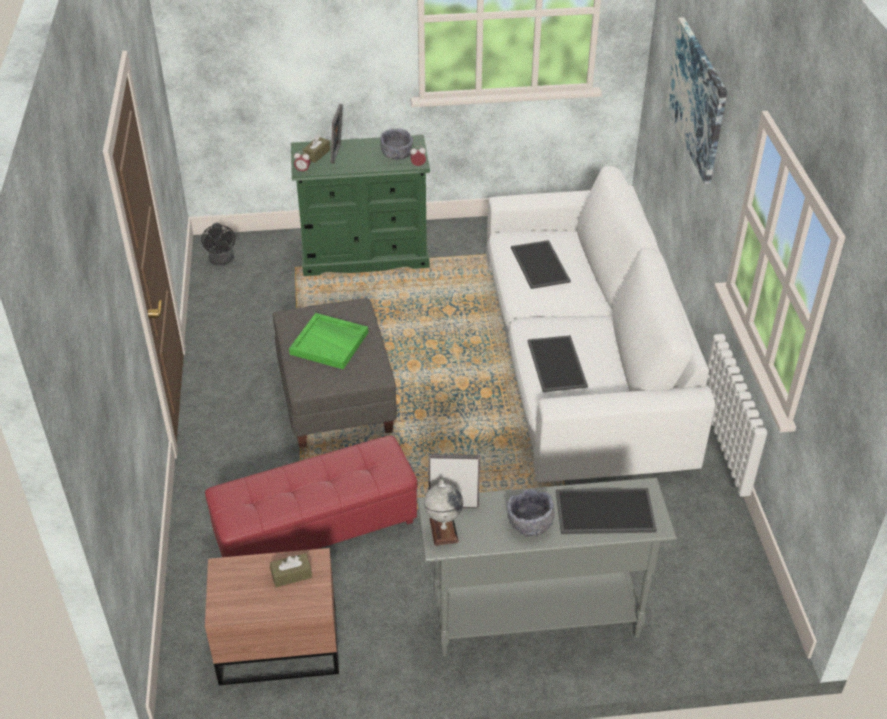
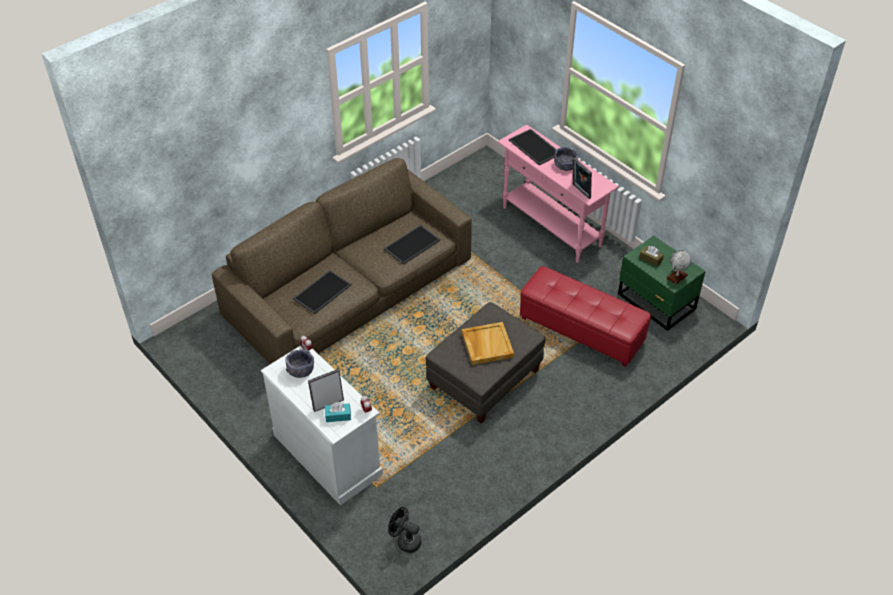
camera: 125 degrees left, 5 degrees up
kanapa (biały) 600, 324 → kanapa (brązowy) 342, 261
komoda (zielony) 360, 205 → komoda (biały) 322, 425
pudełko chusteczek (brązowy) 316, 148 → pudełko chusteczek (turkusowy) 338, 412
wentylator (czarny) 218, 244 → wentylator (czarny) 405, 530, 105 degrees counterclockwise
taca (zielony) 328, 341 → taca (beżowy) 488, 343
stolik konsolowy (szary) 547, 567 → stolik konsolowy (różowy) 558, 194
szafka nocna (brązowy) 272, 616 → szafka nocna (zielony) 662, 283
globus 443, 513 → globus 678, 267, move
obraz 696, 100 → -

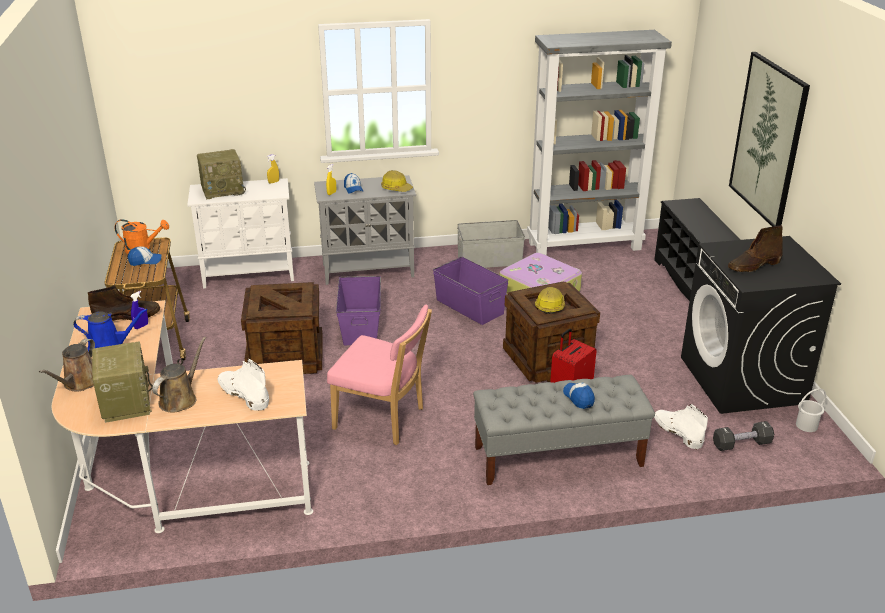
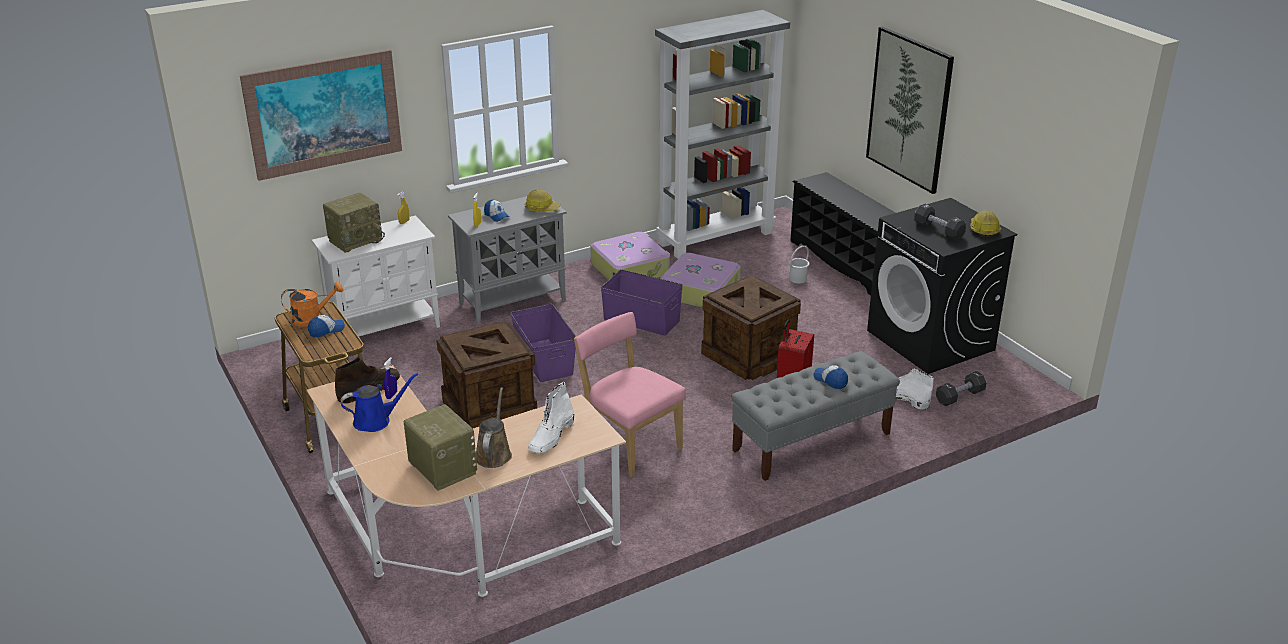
camera: 20 degrees left, 0 degrees up
- → obraz 321, 115
but z cholewką (biały) 243, 385 → but z cholewką (biały) 551, 417, 90 degrees counterclockwise
krzesło (różowy) 379, 374 → krzesło (różowy) 630, 394, 135 degrees counterclockwise
pojemnik do przechowywania (szary) 491, 244 → walizka 630, 256
wiadro (biały) 811, 410 → wiadro (biały) 799, 264, move
but z cholewką (brązowy) 755, 249 → hantel (czarny) 940, 222
kask 550, 300 → kask 985, 224, move
konewka (brązowy) 67, 364 → -

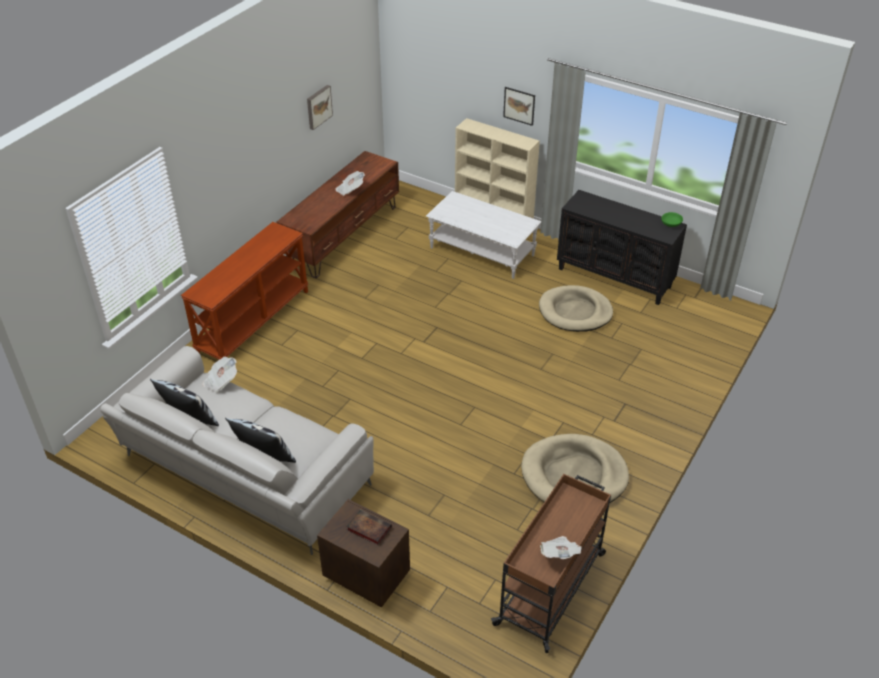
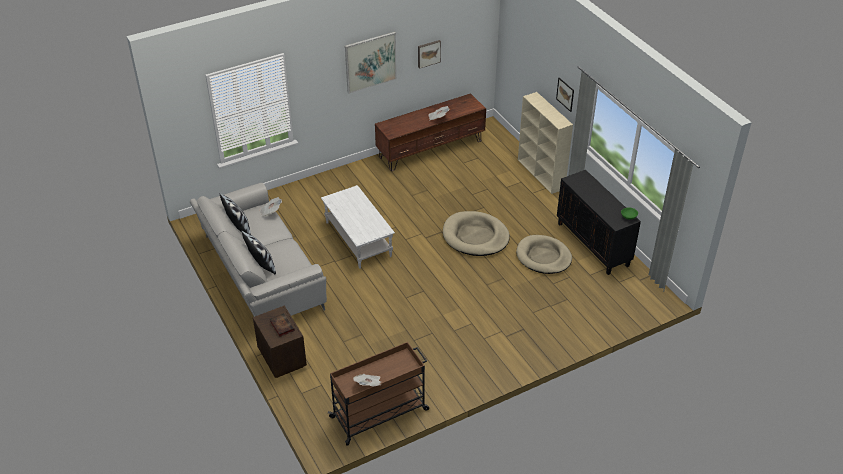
camera: 30 degrees right, 0 degrees up
ława (biały) 483, 235 → ława (biały) 358, 227, move
- → obraz 371, 63
legowisko (beżowy) 575, 468 → legowisko (beżowy) 476, 233, move
stolik konsolowy (brązowy) 244, 291 → -

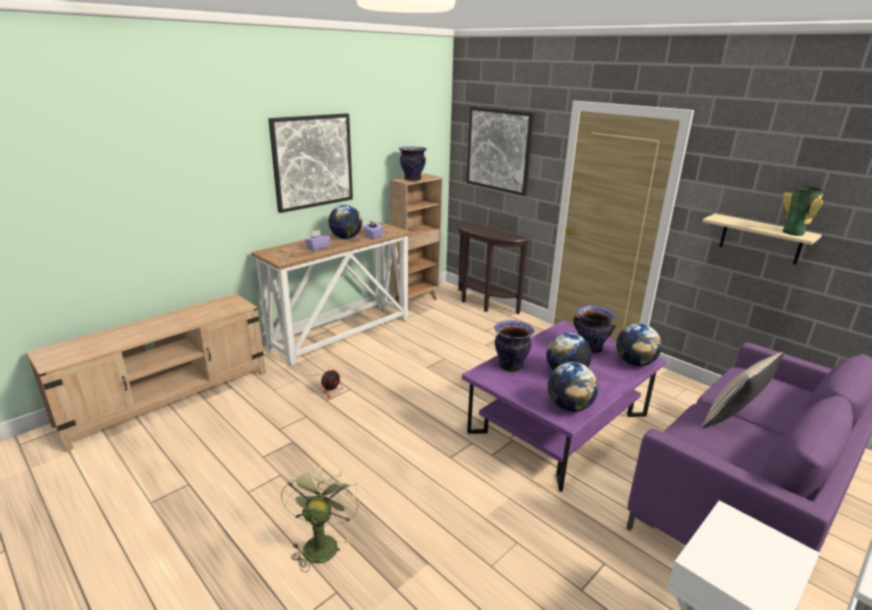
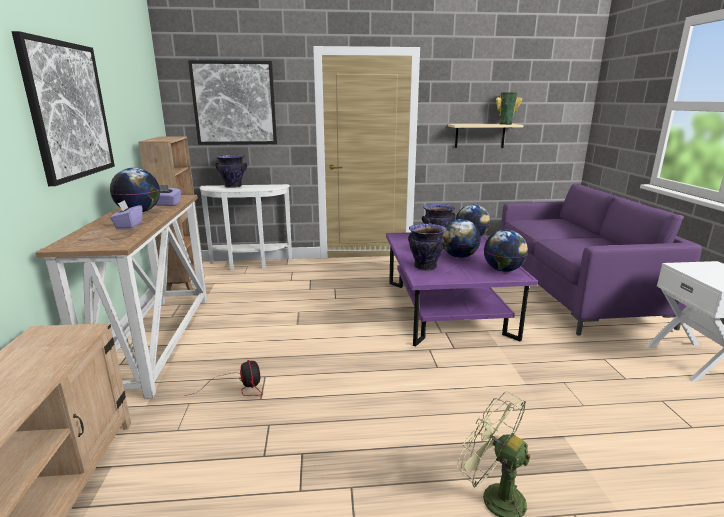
camera: 50 degrees left, 5 degrees down
stolik konsolowy (brązowy) 492, 267 → stolik konsolowy (biały) 246, 227
wazon 413, 164 → wazon 231, 171, move
poduszka (beżowy) 742, 390 → -

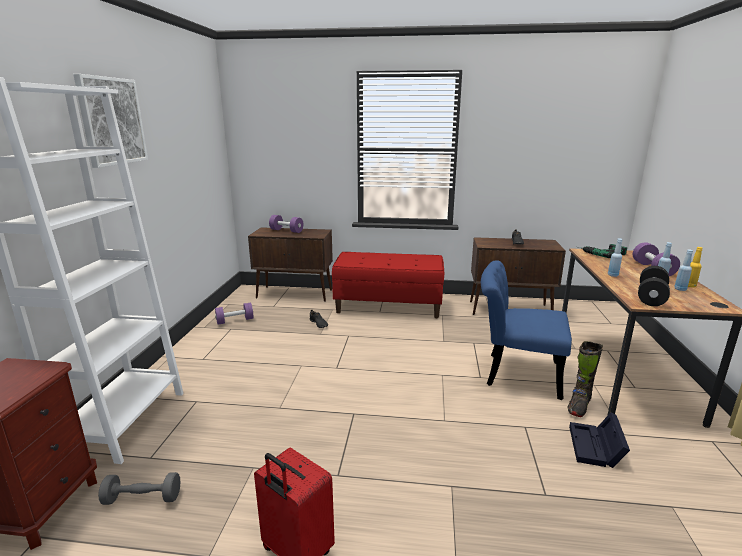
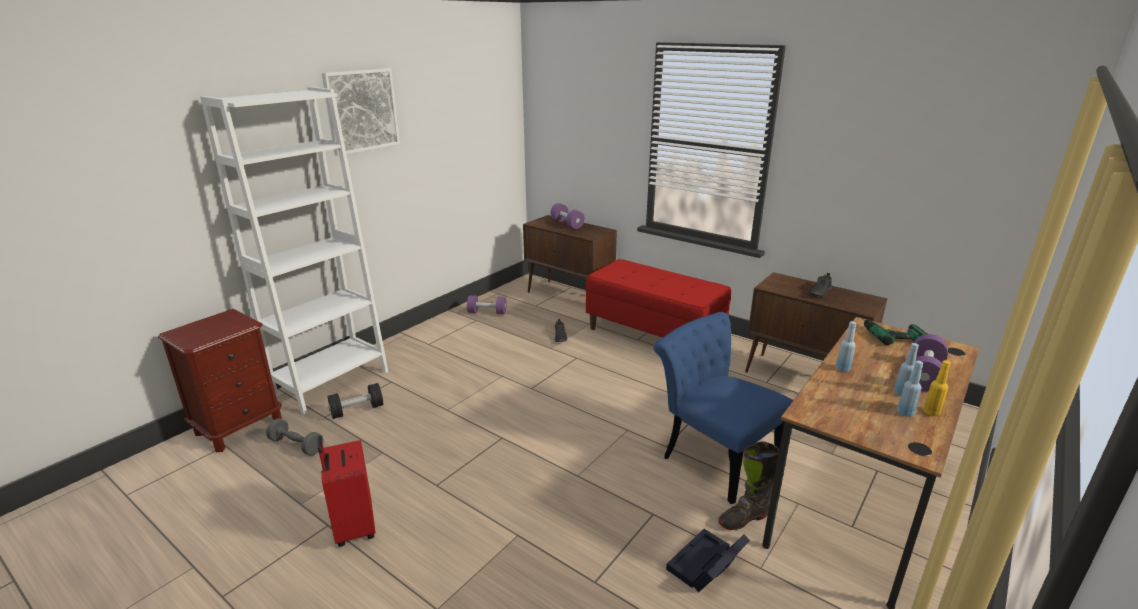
camera: 30 degrees right, 5 degrees up
hantel (czarny) 654, 286 → hantel (czarny) 355, 401, move

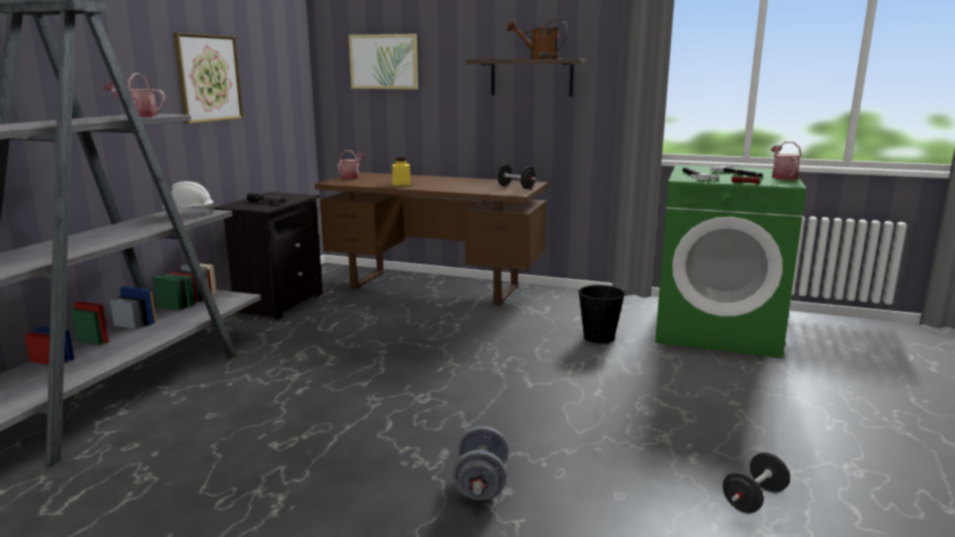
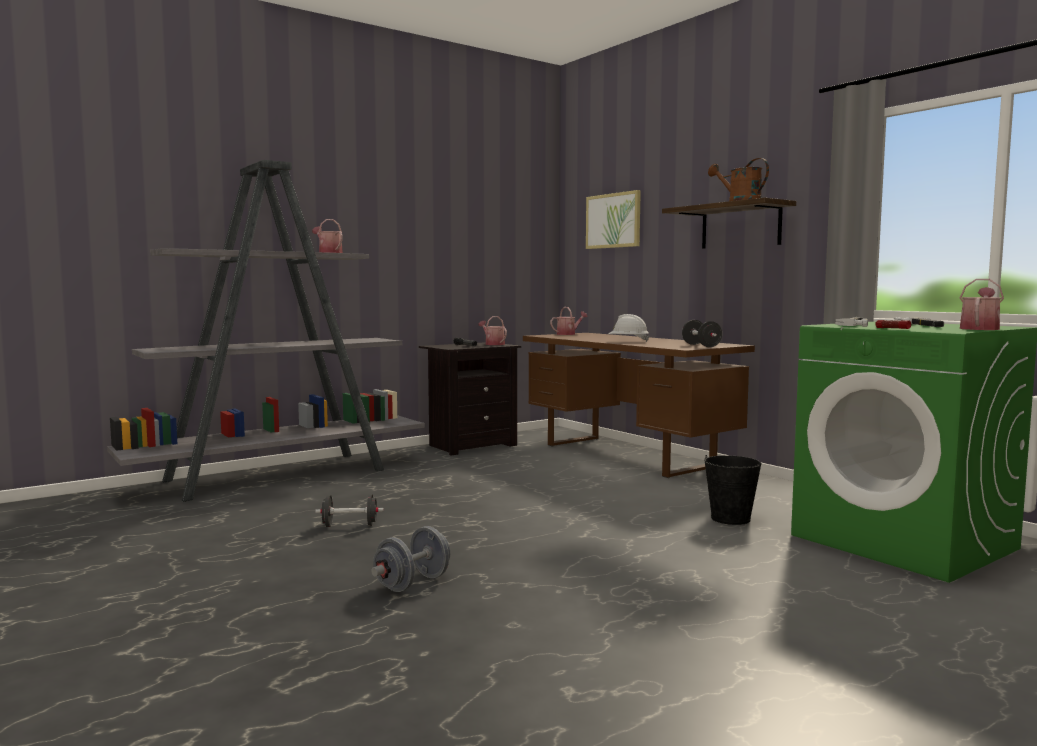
camera: 35 degrees right, 10 degrees down
hantel (czarny) 756, 482 → hantel (czarny) 349, 510, move
- → konewka 493, 330
kask (biały) 188, 196 → kask (biały) 629, 328, move
obraz 208, 78 → -
słoik (żółty) 401, 171 → -

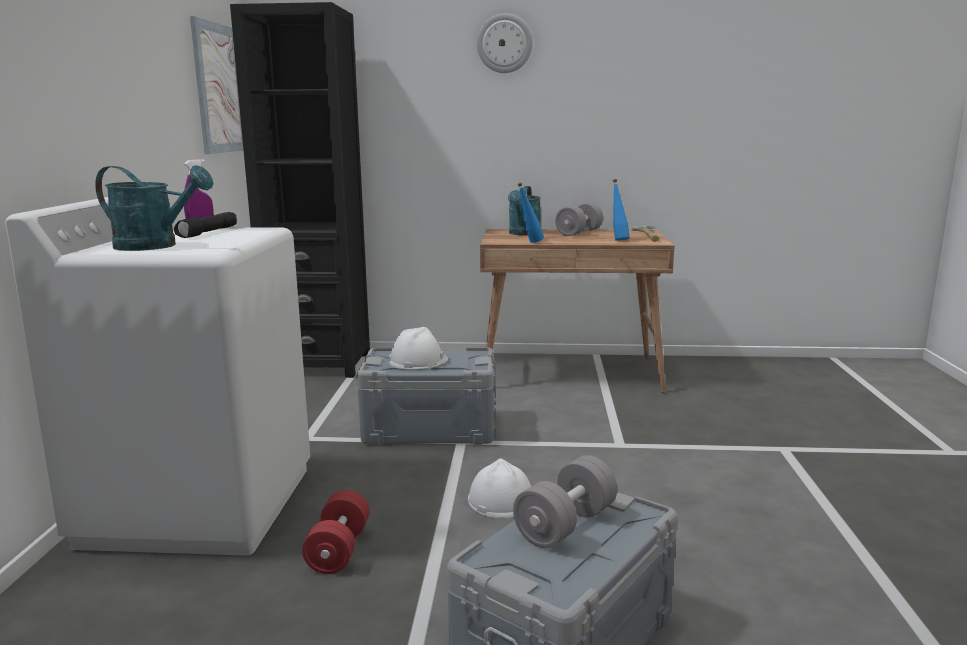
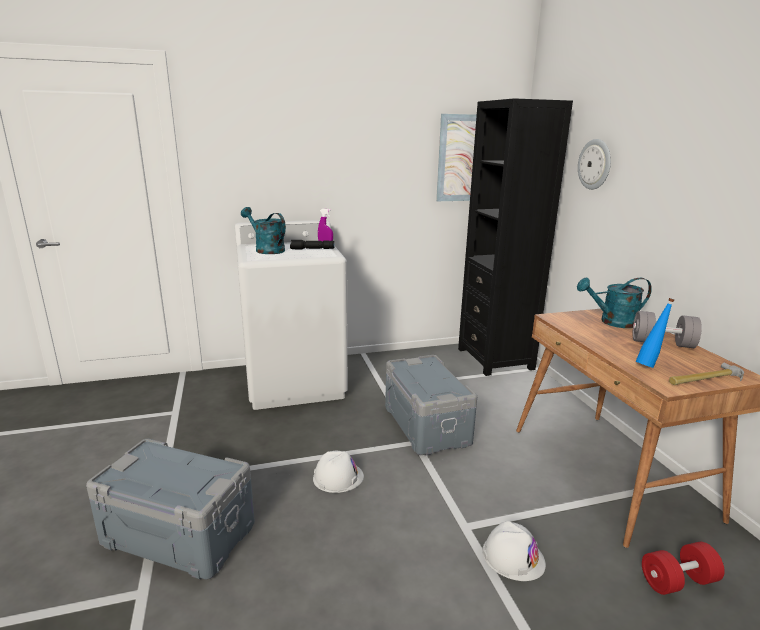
camera: 70 degrees right, 5 degrees up
konewka (turkusowy) 154, 208 → konewka (turkusowy) 263, 230, 135 degrees clockwise
kask (biały) 418, 348 → kask (biały) 514, 551, move
zegar ścienny 505, 43 → zegar ścienny 594, 164, move
hantel (czerwony) 335, 532 → hantel (czerwony) 683, 568, move
hantel (szary) 565, 501 → -
butelka (niebieski) 531, 213 → -

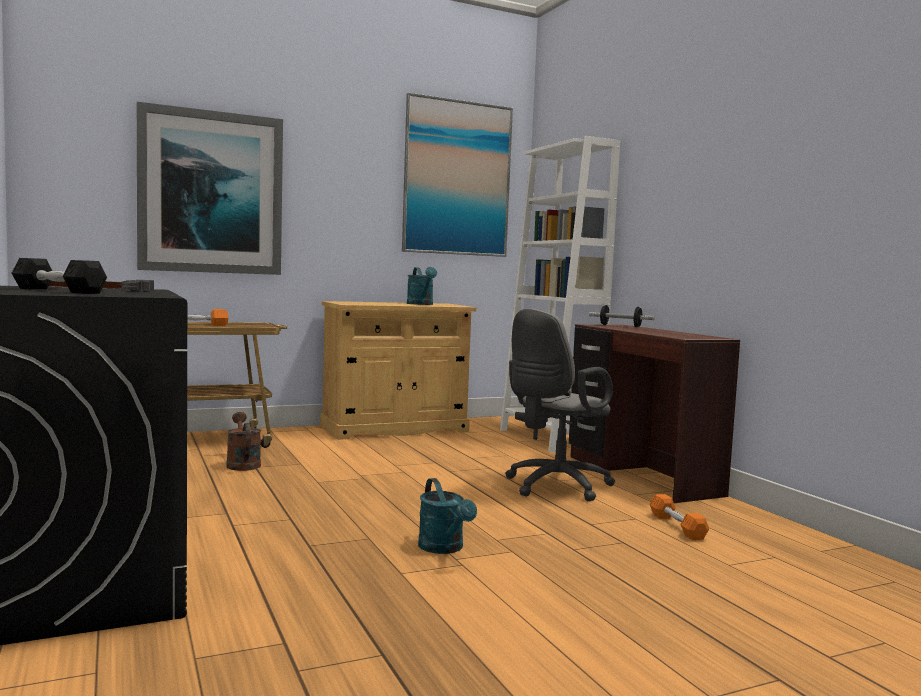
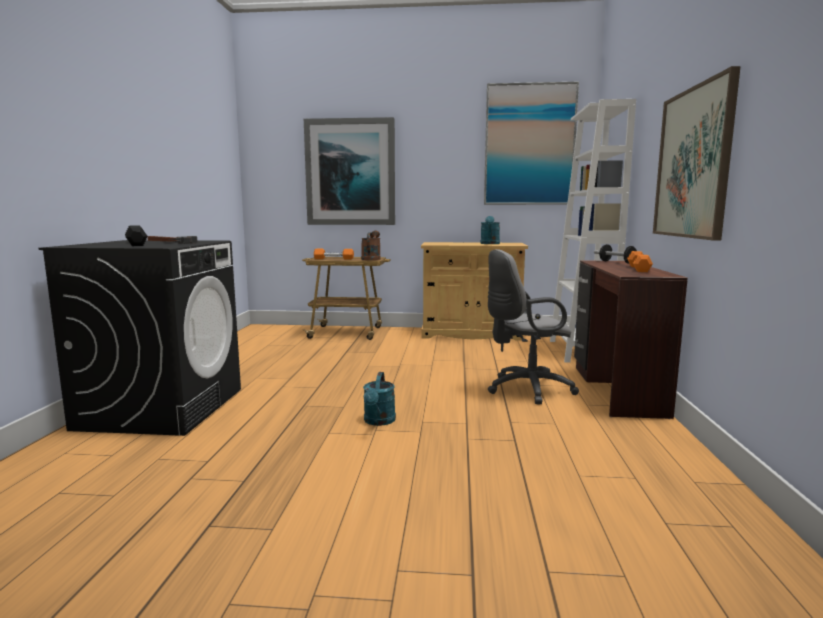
camera: 30 degrees right, 5 degrees up
konewka (brązowy) 243, 441 → konewka (brązowy) 371, 245, move
hantel (pomarańczowy) 679, 517 → hantel (pomarańczowy) 640, 261, move
- → obraz 697, 153

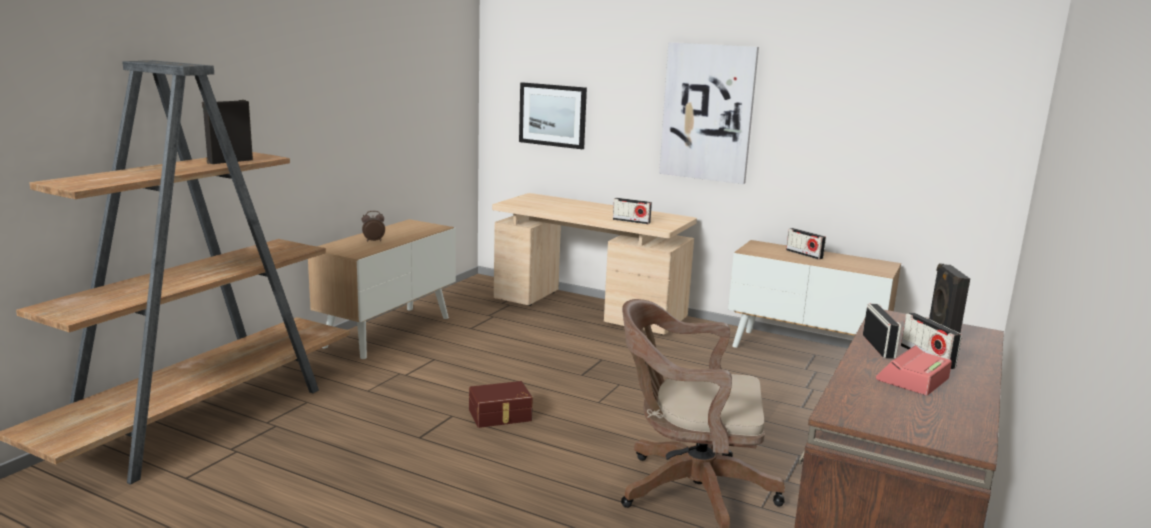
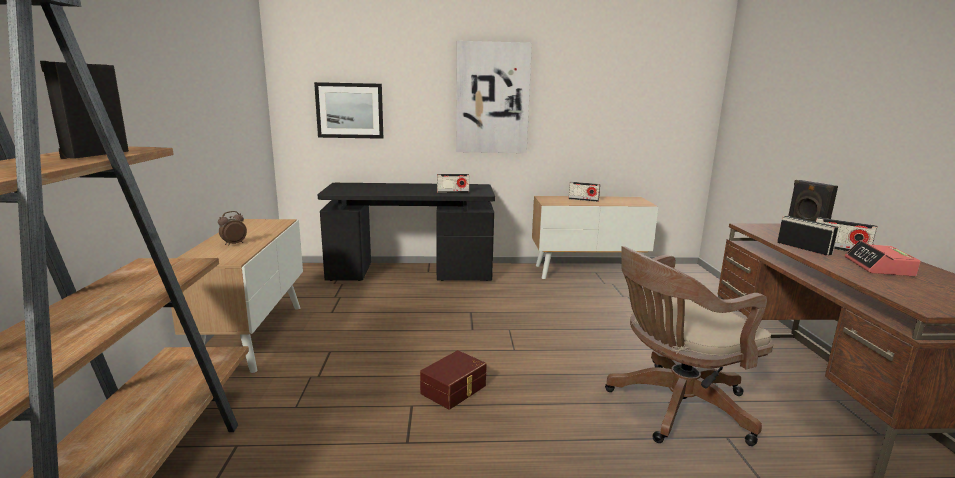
camera: 30 degrees left, 0 degrees up
biurko (beżowy) 594, 264 → biurko (czarny) 406, 232

